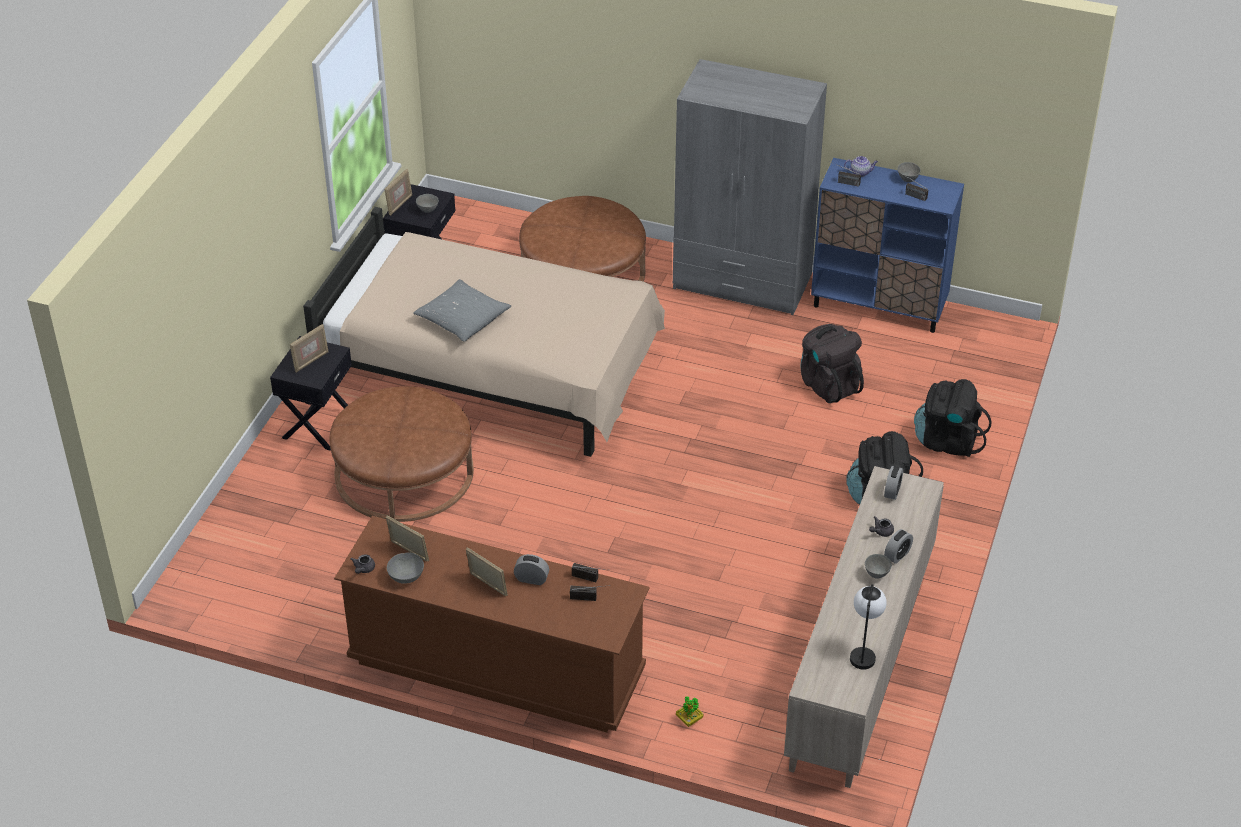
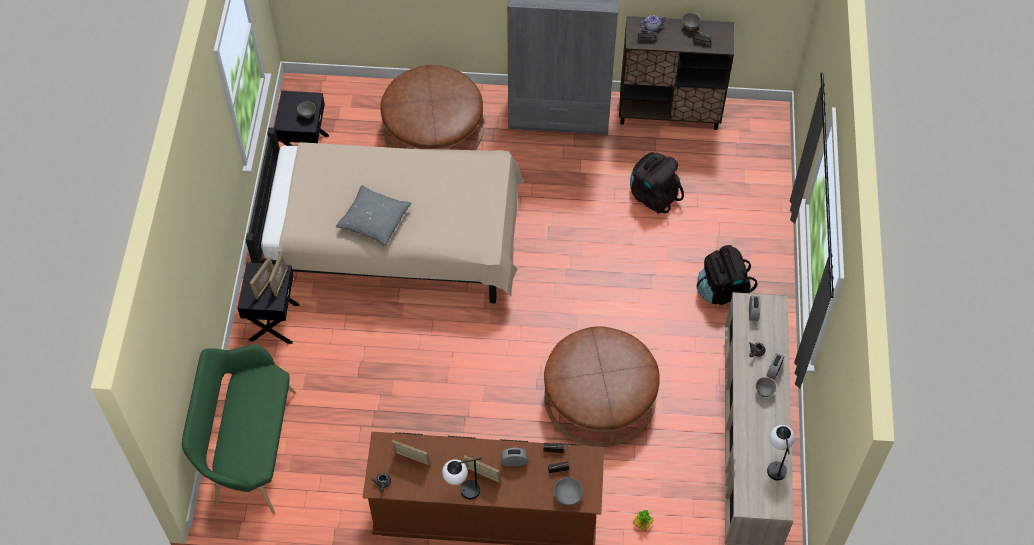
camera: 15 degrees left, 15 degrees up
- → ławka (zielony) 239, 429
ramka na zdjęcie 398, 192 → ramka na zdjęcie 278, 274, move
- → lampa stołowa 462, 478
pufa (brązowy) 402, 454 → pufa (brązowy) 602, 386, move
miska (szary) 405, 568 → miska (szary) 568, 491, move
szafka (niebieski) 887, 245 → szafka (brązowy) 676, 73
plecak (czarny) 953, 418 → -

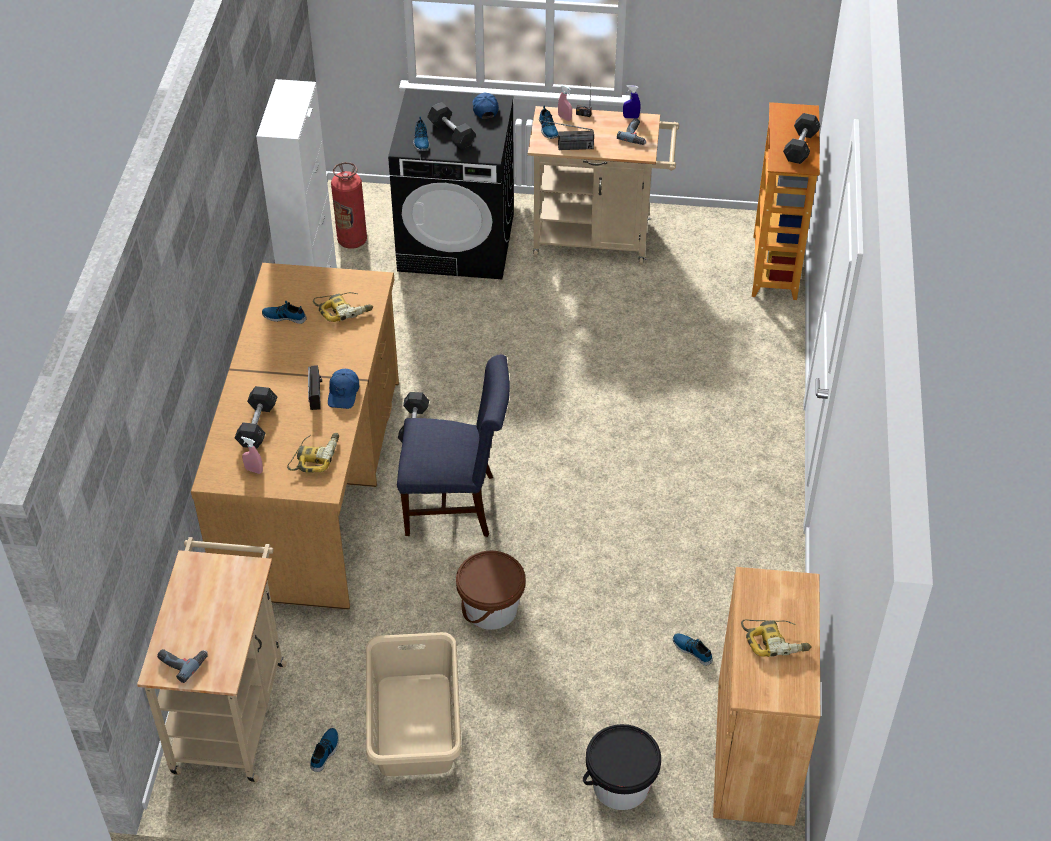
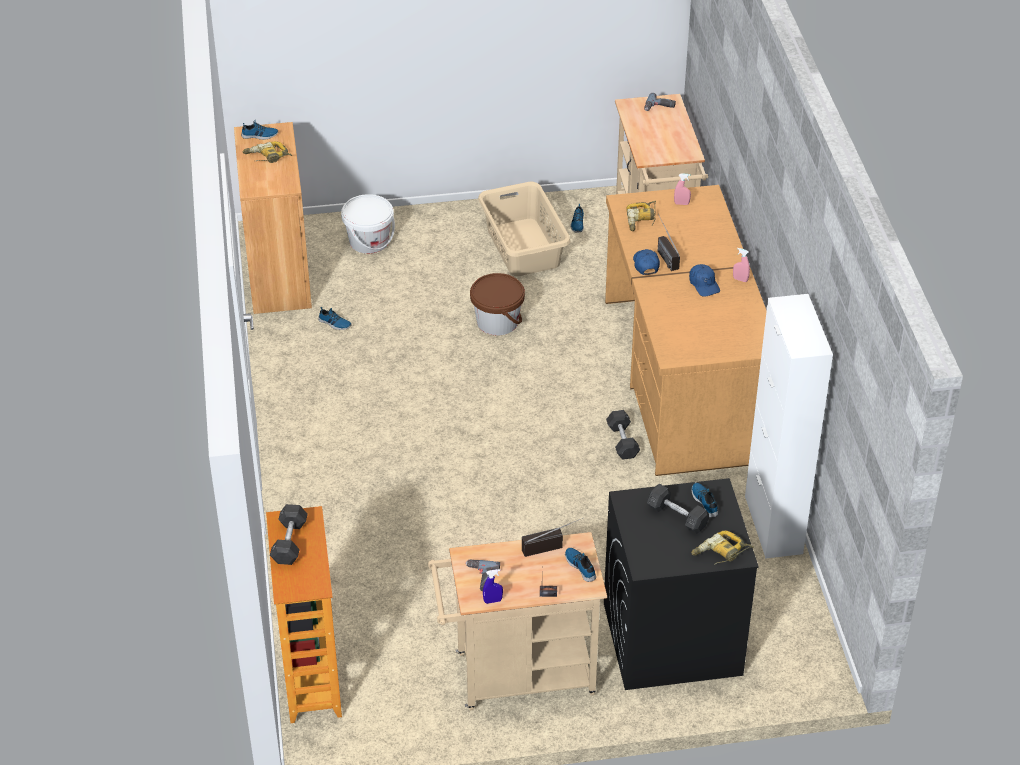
camera: 165 degrees right, 5 degrees down
but 284, 312 → but 259, 130, move
wiadro (czarny) 622, 767 → wiadro (biały) 368, 224
czapka z daszkiem (niebieski) 486, 105 → czapka z daszkiem (niebieski) 704, 280, move
wiertarka 343, 307 → wiertarka 723, 547, move
spryskiwacz (różowy) 565, 103 → spryskiwacz (różowy) 741, 265, move
hantel (szary) 256, 417 → -
gaśnica 349, 205 → -
krzesło (niebieski) 453, 446 → -

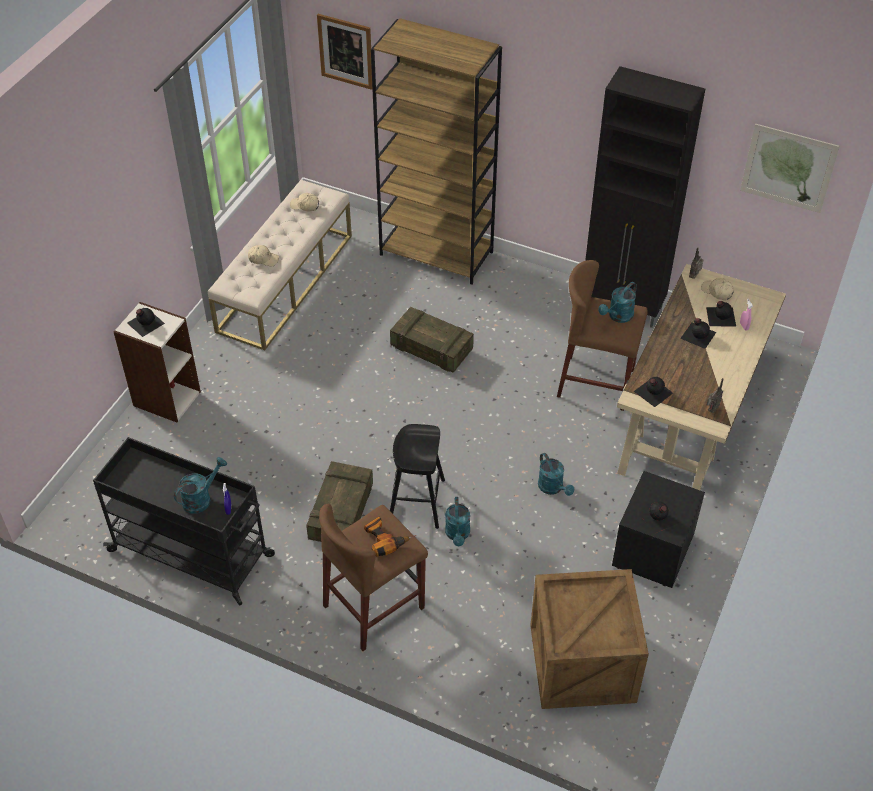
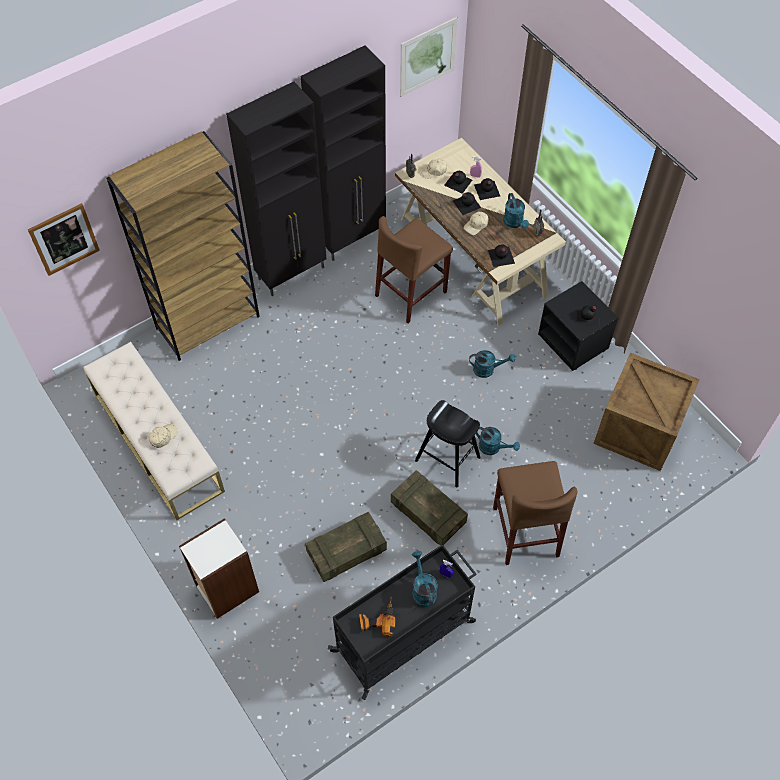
camera: 60 degrees left, 10 degrees up
- → szafka (czarny) 276, 189
skrzynka 432, 340 → skrzynka 346, 547, move
wiertarka 390, 537 → wiertarka 377, 617, move
czapka z daszkiem (beżowy) 304, 201 → czapka z daszkiem (beżowy) 476, 223, move
butelka (czarny) 146, 322 → butelka (czarny) 487, 189, move
konewka (turkusowy) 617, 302 → konewka (turkusowy) 516, 211, move

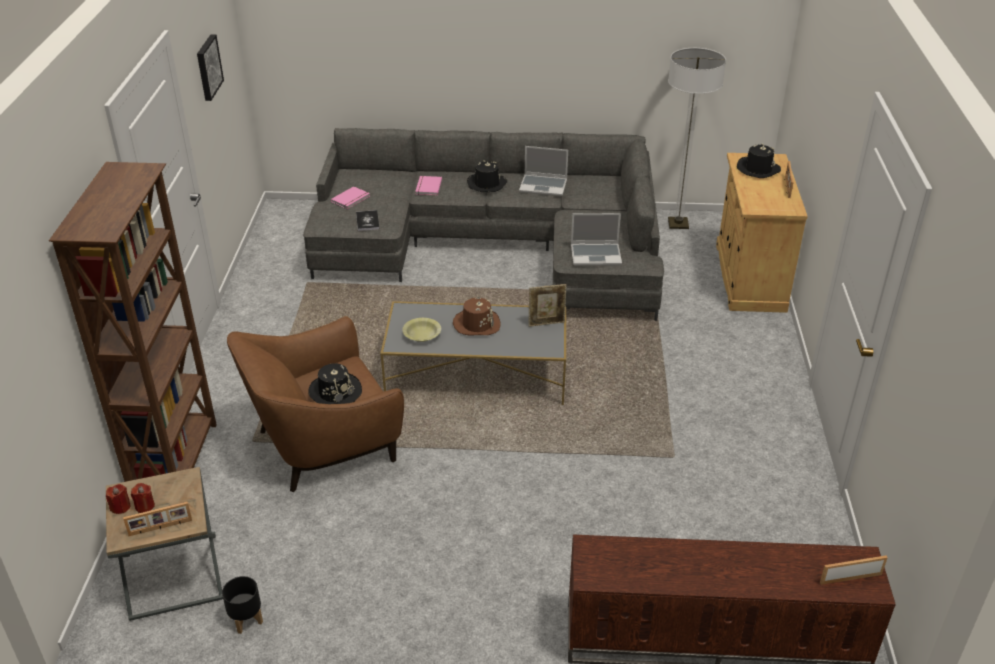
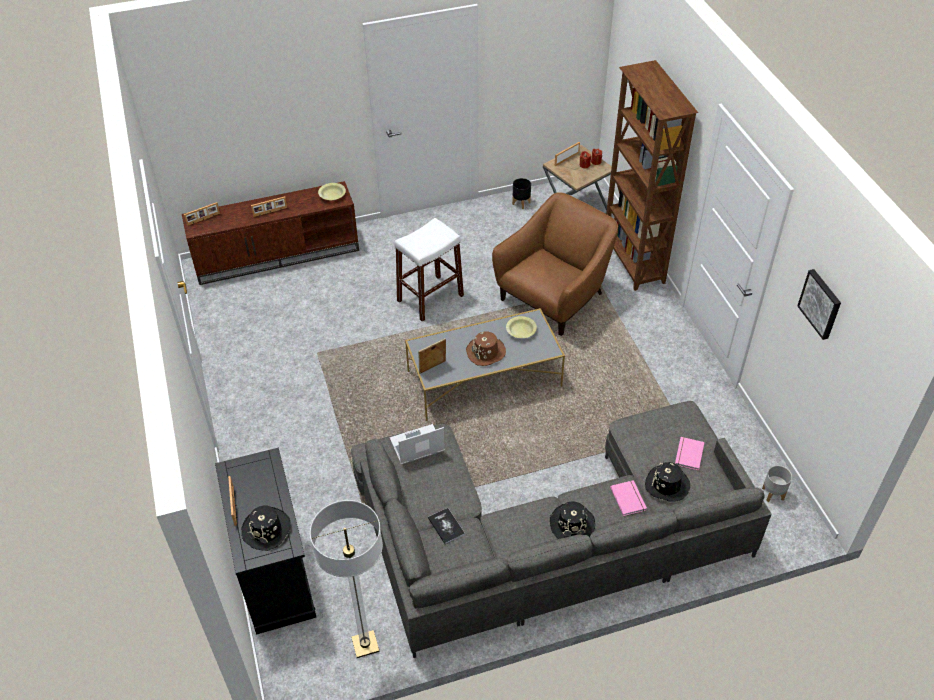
camera: 160 degrees right, 10 degrees up
szafka (beżowy) 762, 233 → szafka (czarny) 265, 541
- → ramka na zdjęcie 269, 206
- → miska (żółty) 332, 191
- → stołek (biały) 429, 270
książka 367, 220 → książka 446, 526, move
kapelusz (czarny) 335, 383 → kapelusz (czarny) 667, 482, move
- → donica (szary) 777, 483
laptop 543, 171 → -

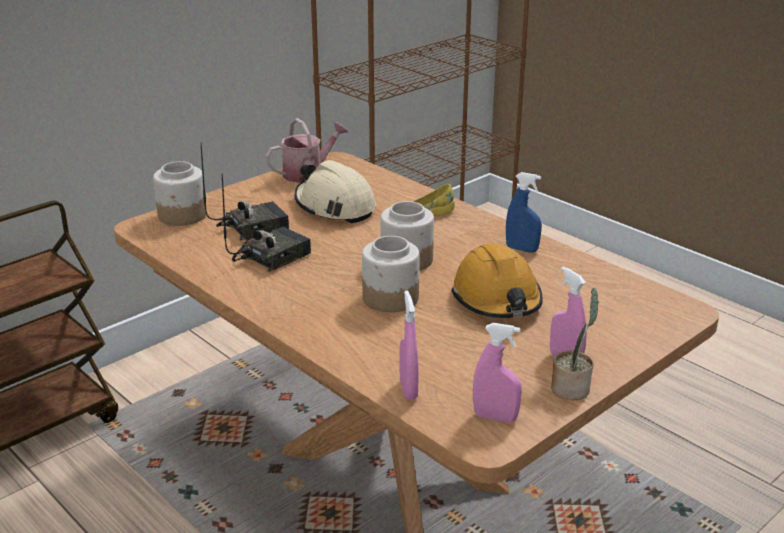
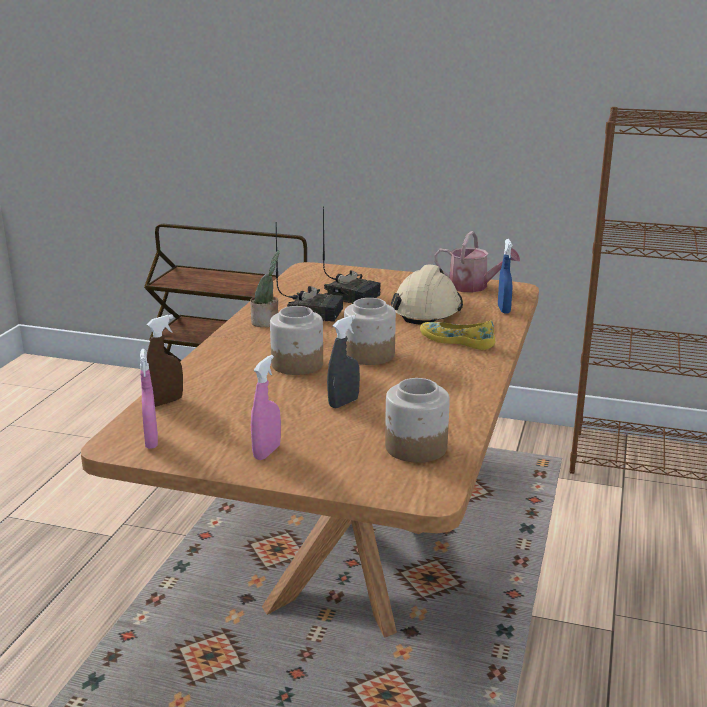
camera: 60 degrees right, 5 degrees down
spryskiwacz (różowy) 409, 345 → spryskiwacz (brązowy) 165, 360
roślina doniczkowa 575, 344 → roślina doniczkowa 264, 288, move
kask (pomarańczowy) 497, 280 → spryskiwacz (szary) 343, 361
słoik 180, 193 → słoik 417, 420, move
spryskiwacz (niebieski) 524, 212 → spryskiwacz (niebieski) 505, 276, move

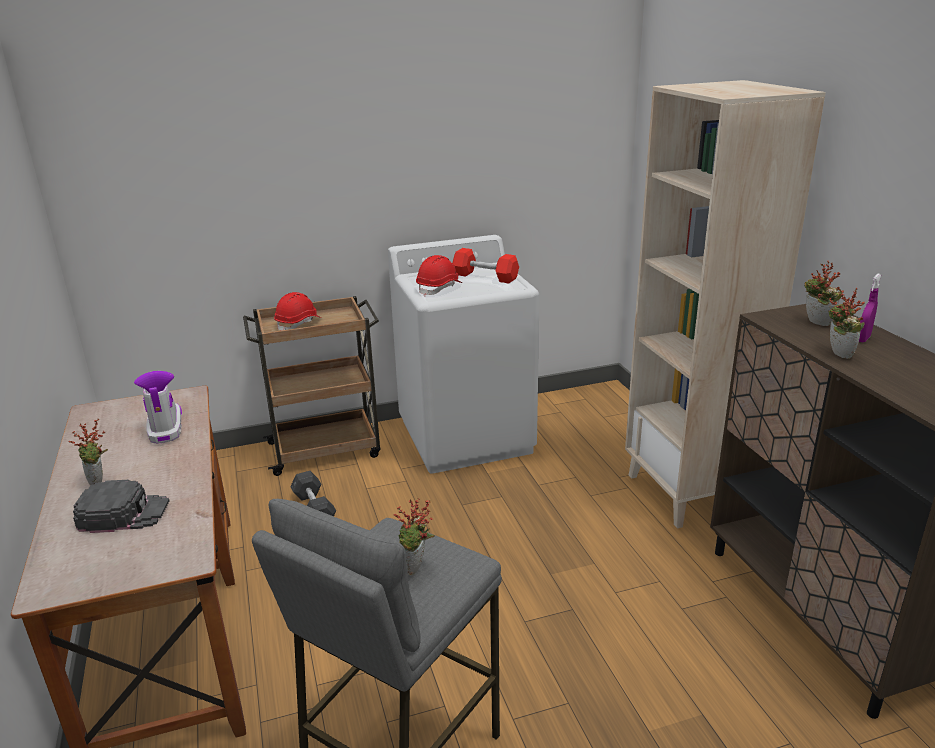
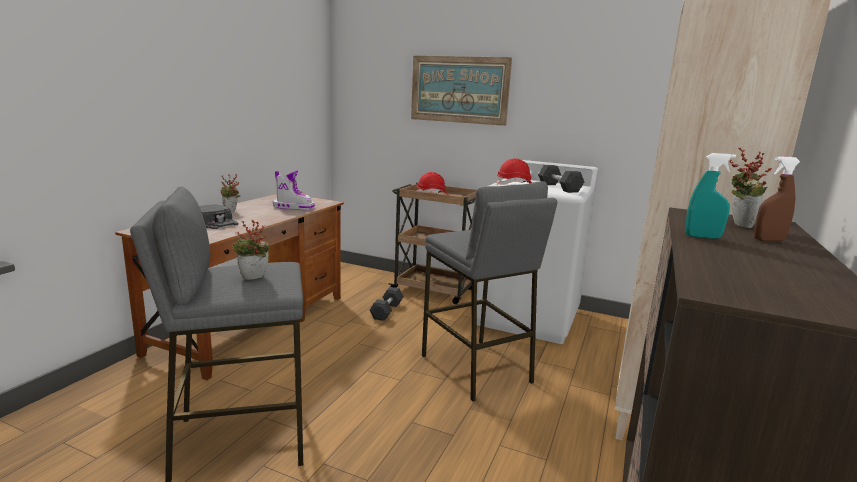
camera: 40 degrees right, 10 degrees down
but z cholewką 158, 407 → but z cholewką 294, 190, 75 degrees clockwise
- → obraz 461, 91
- → stołek (szary) 489, 291
hantel (czerwony) 486, 265 → hantel (szary) 561, 179
roślina doniczkowa 846, 323 → spryskiwacz (turkusowy) 710, 196
spryskiwacz (fioletowy) 870, 308 → spryskiwacz (brązowy) 777, 198

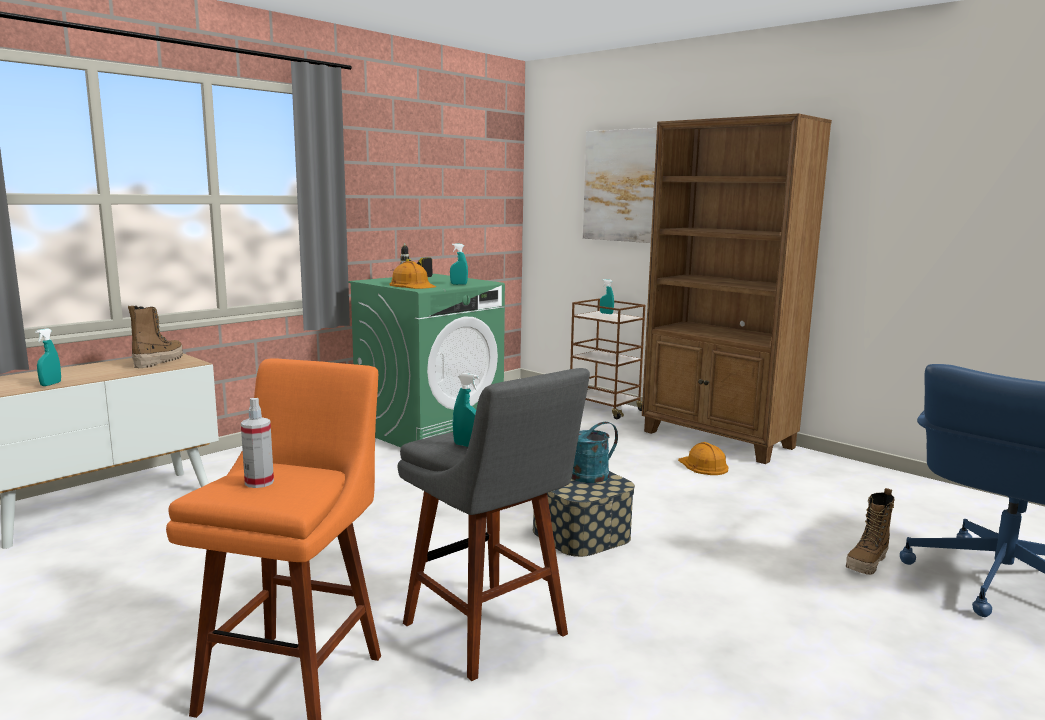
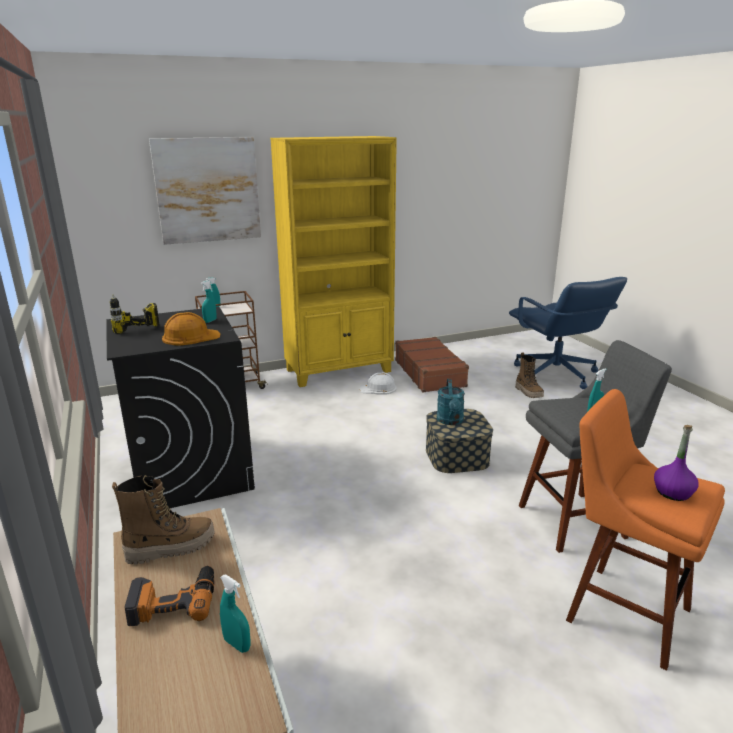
camera: 65 degrees left, 10 degrees up
pralka (zielony) 427, 360 → pralka (czarny) 180, 407
but z cholewką 155, 337 → but z cholewką 163, 519, 120 degrees clockwise
- → wiertarka 169, 596
regał (brązowy) 737, 288 → regał (żółty) 333, 261
kask (pomarańczowy) 703, 458 → kask (biały) 378, 384
- → walizka (brązowy) 432, 364
spryskiwacz 257, 443 → butelka (fioletowy) 676, 463

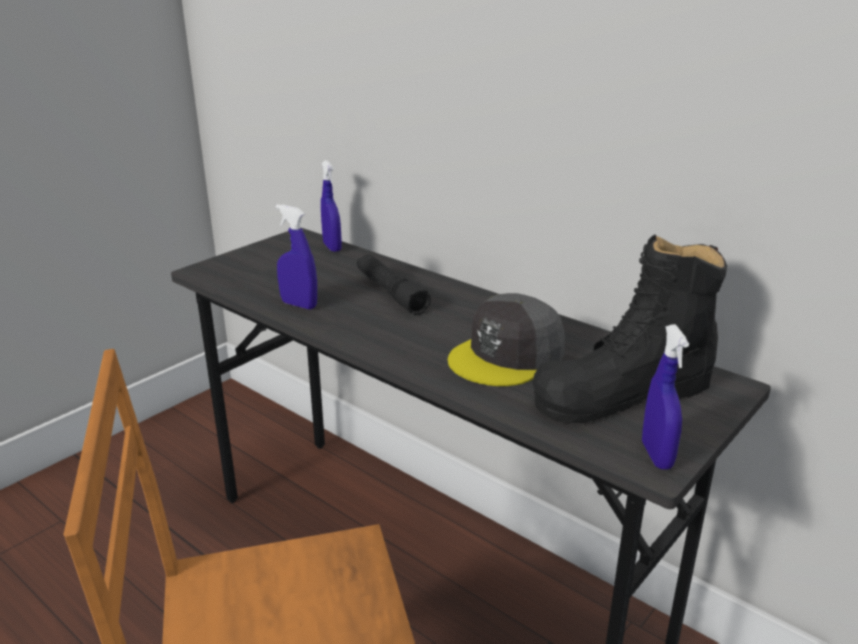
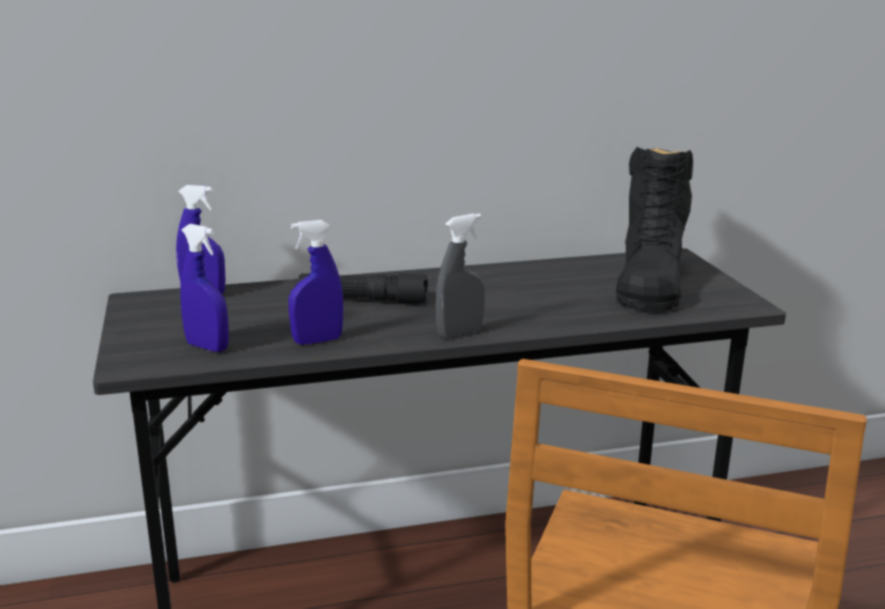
camera: 55 degrees left, 5 degrees down
spryskiwacz (niebieski) 665, 396 → spryskiwacz (niebieski) 204, 288, move
- → spryskiwacz (szary) 460, 276
czapka z daszkiem (szary) 506, 339 → -

